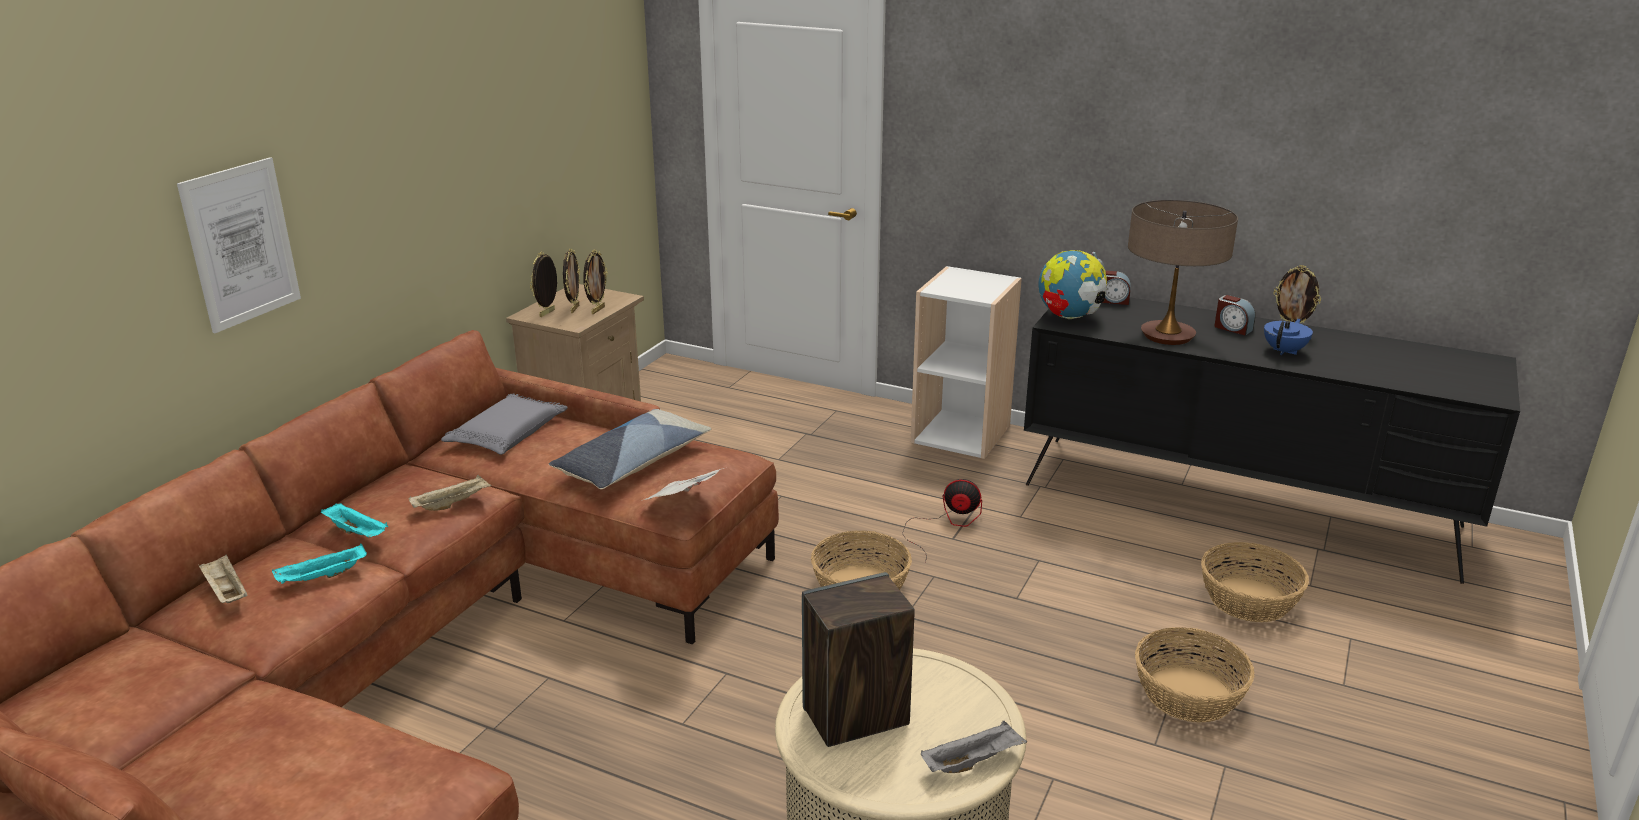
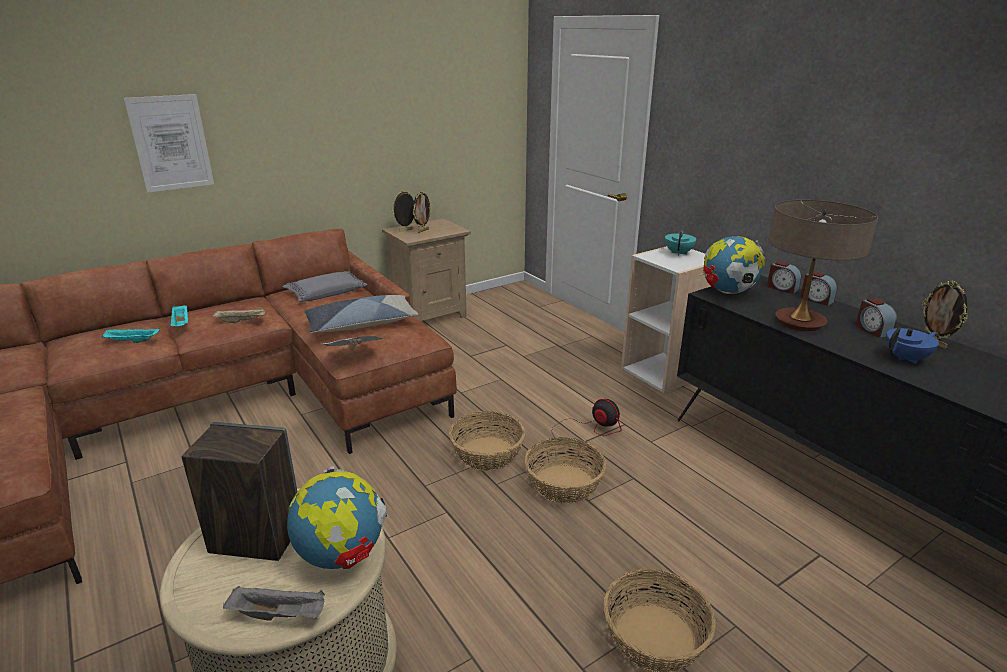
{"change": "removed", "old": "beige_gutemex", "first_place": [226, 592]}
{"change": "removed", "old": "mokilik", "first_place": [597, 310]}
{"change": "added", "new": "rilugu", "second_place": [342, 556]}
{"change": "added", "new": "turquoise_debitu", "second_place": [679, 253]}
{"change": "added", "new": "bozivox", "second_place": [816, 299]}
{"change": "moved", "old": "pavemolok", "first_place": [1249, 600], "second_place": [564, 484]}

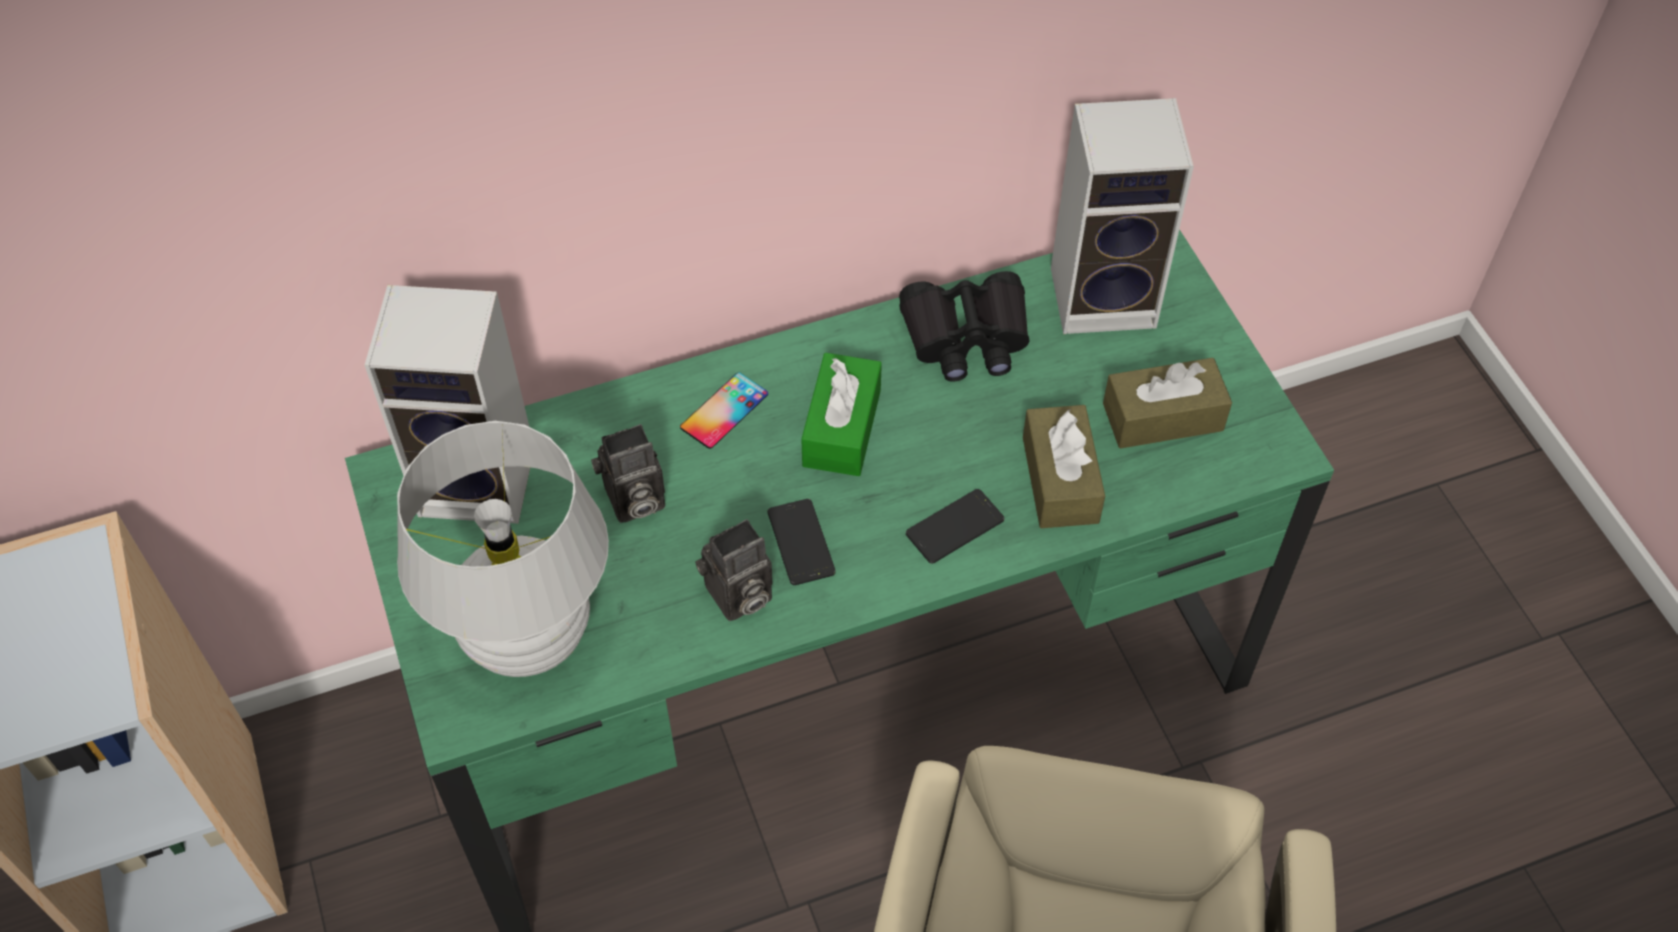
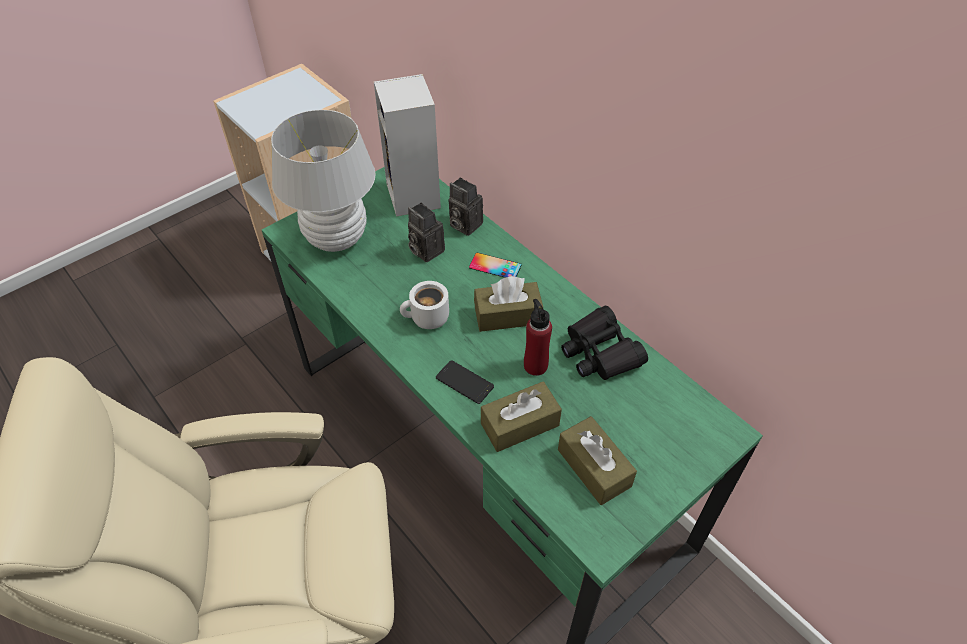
{"change": "removed", "old": "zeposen", "first_place": [1107, 295]}
{"change": "added", "new": "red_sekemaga", "second_place": [535, 365]}
{"change": "moved", "old": "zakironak", "first_place": [737, 598], "second_place": [463, 225]}
{"change": "replaced", "old": "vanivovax", "new": "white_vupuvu", "first_place": [801, 542], "second_place": [427, 319]}
{"change": "recoloured", "old": "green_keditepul", "new": "brown_keditepul", "first_place": [842, 428], "second_place": [507, 315]}

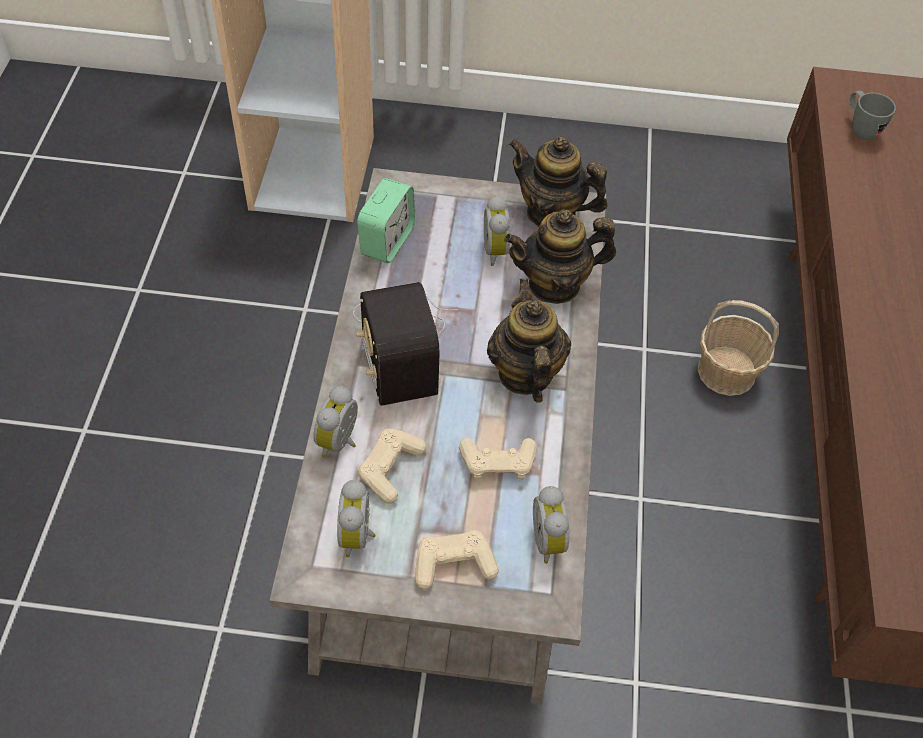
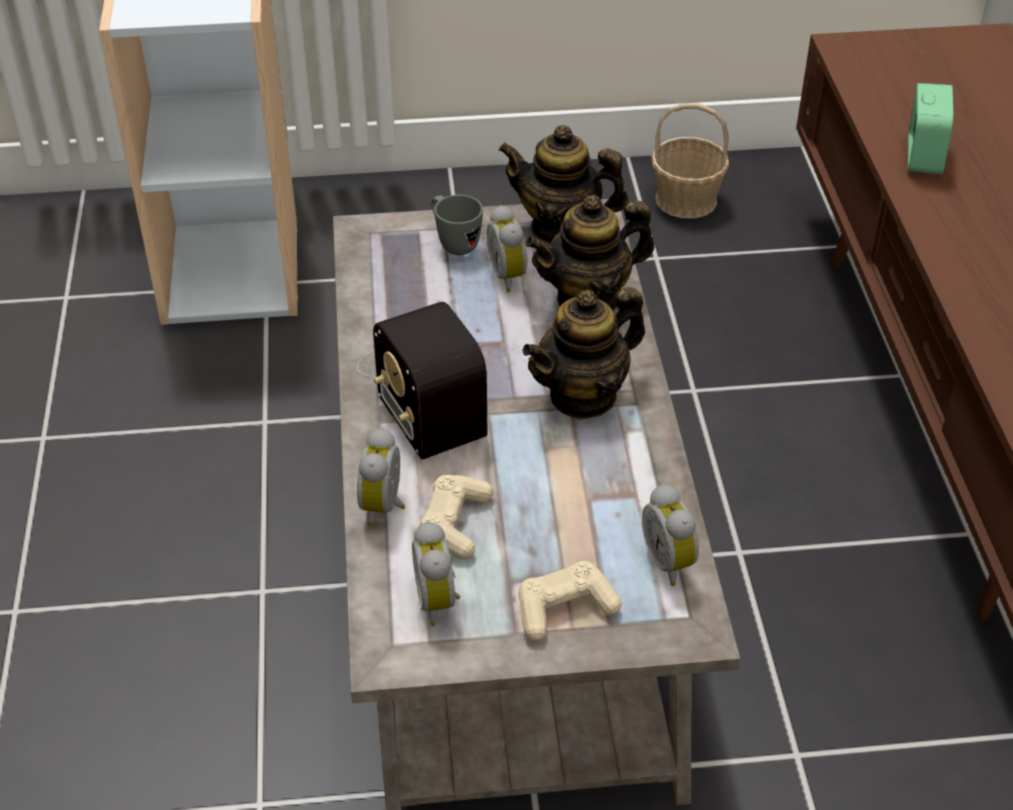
{"change": "removed", "old": "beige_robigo", "first_place": [497, 463]}
{"change": "moved", "old": "bozivox", "first_place": [387, 241], "second_place": [923, 157]}
{"change": "moved", "old": "pavemolok", "first_place": [726, 372], "second_place": [686, 200]}
{"change": "moved", "old": "grey_vupuvu", "first_place": [859, 129], "second_place": [454, 243]}
{"change": "turned", "old": "debitu", "first_place": [524, 373], "second_place": [583, 395], "degrees": -105}

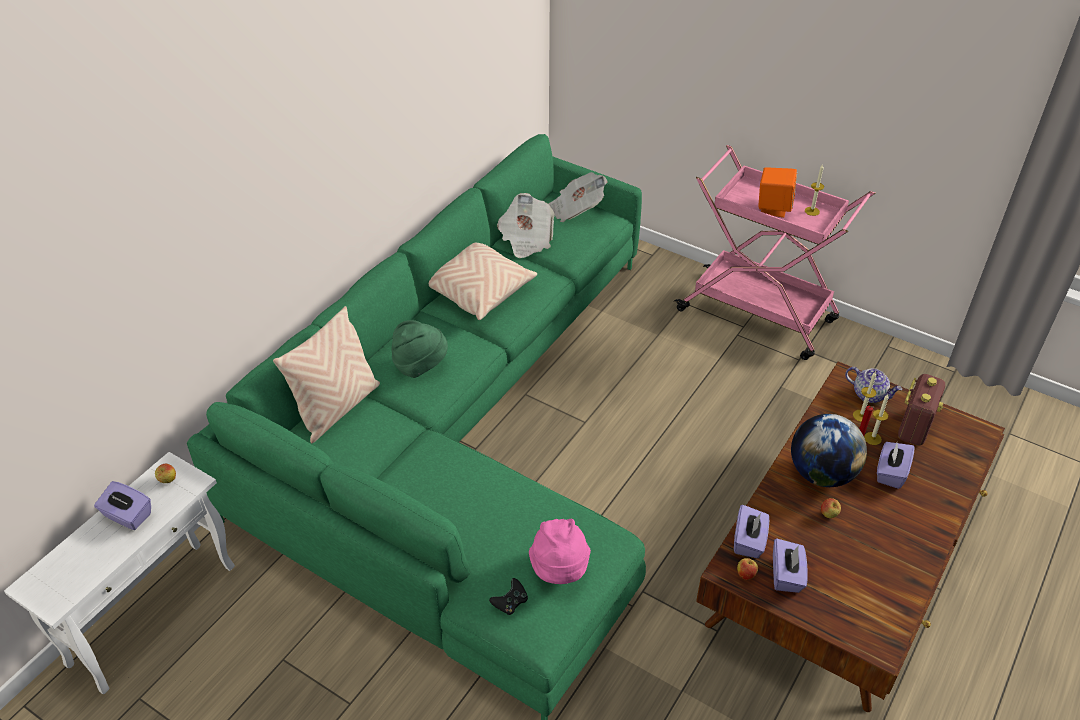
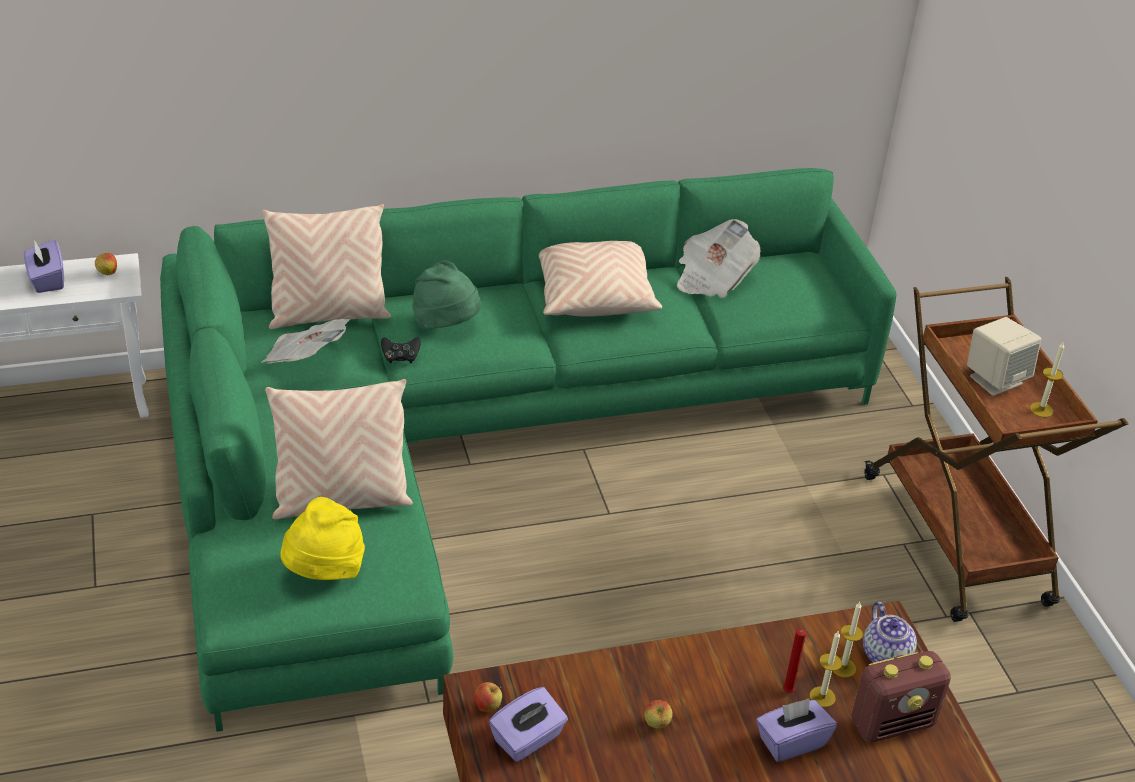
{"change": "removed", "old": "purple_keditepul", "first_place": [749, 541]}
{"change": "removed", "old": "rilugu", "first_place": [821, 473]}
{"change": "added", "new": "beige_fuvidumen", "second_place": [341, 500]}
{"change": "moved", "old": "black_robigo", "first_place": [510, 603], "second_place": [400, 357]}
{"change": "moved", "old": "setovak", "first_place": [575, 210], "second_place": [306, 360]}
{"change": "recoloured", "old": "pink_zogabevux", "new": "yellow_zogabevux", "first_place": [559, 570], "second_place": [324, 571]}
{"change": "recoloured", "old": "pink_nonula", "new": "brown_nonula", "first_place": [757, 316], "second_place": [956, 541]}
{"change": "recoloured", "old": "orange_zeposen", "new": "beige_zeposen", "first_place": [773, 208], "second_place": [995, 379]}

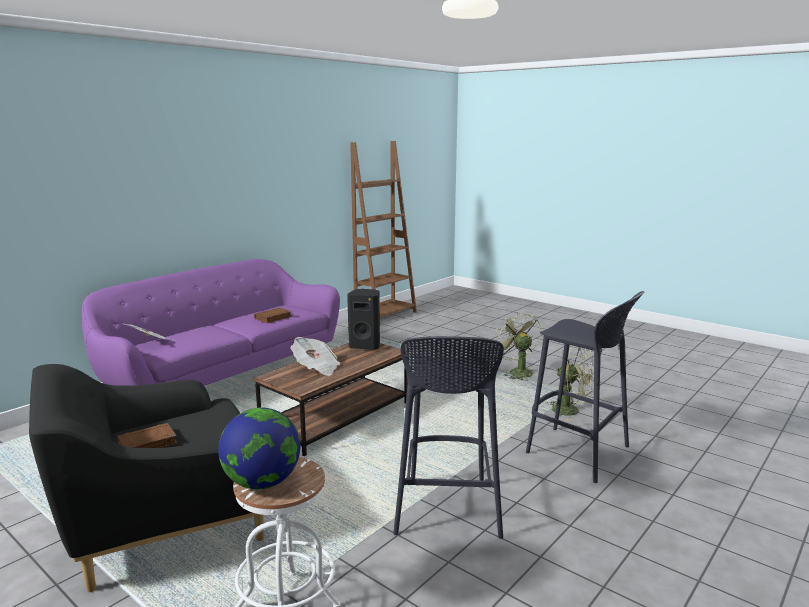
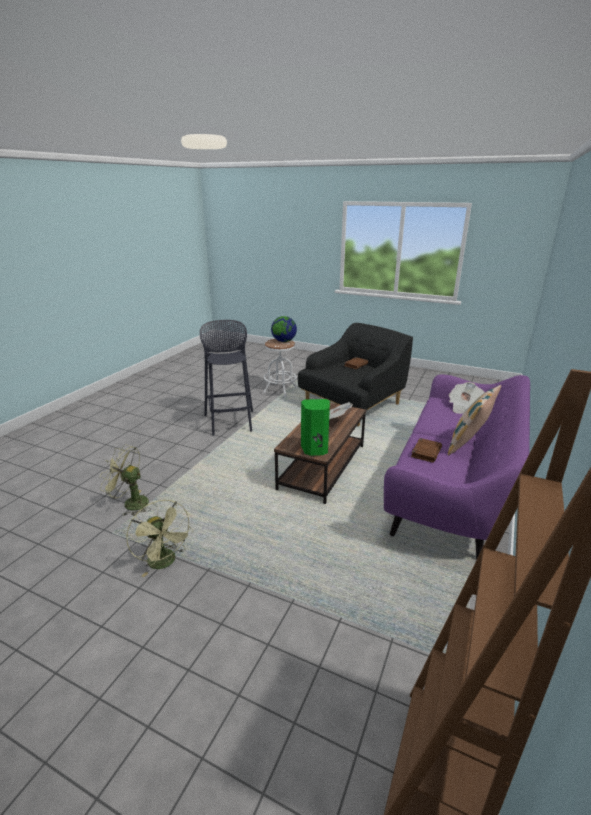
{"change": "removed", "old": "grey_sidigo", "first_place": [578, 453]}
{"change": "added", "new": "fuvidumen", "second_place": [468, 446]}
{"change": "recoloured", "old": "black_zeposen", "new": "green_zeposen", "first_place": [365, 346], "second_place": [315, 450]}

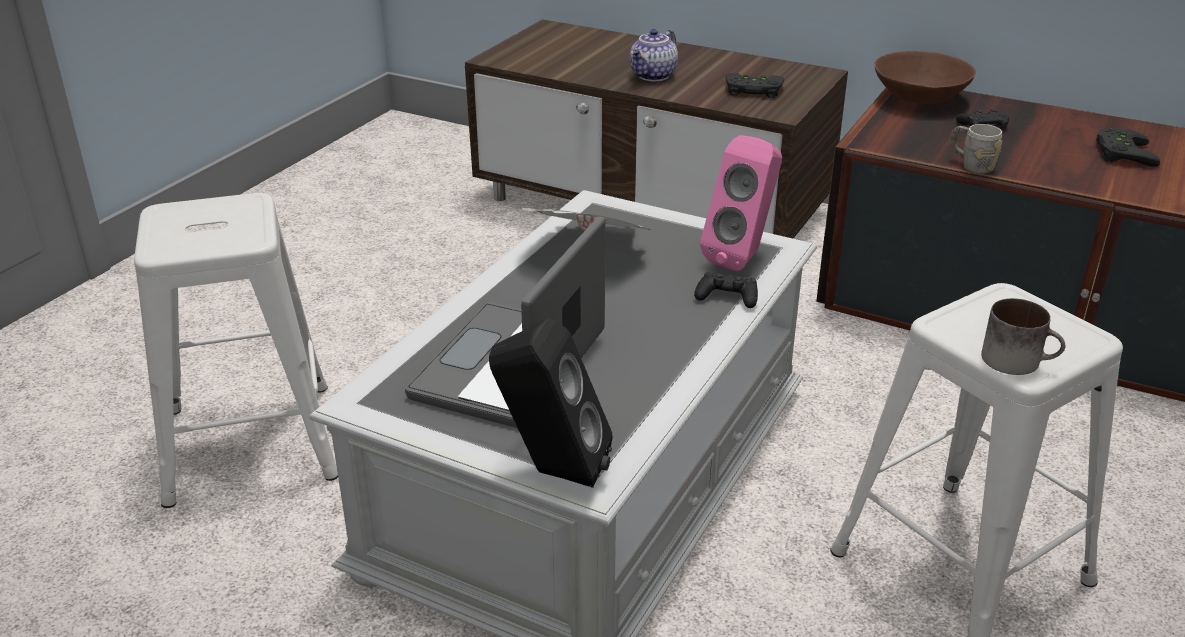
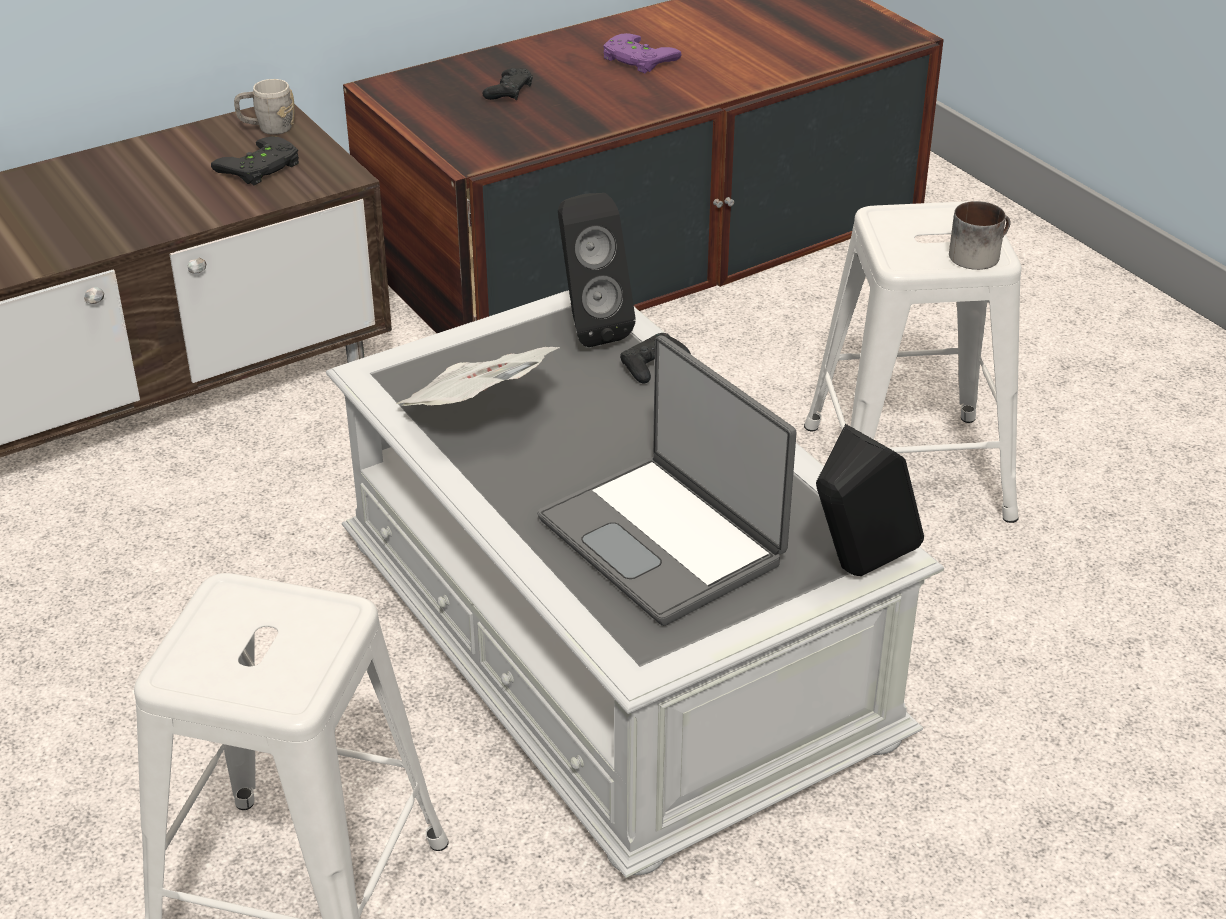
{"change": "removed", "old": "debitu", "first_place": [654, 76]}
{"change": "removed", "old": "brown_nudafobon", "first_place": [920, 98]}
{"change": "moved", "old": "grey_vupuvu", "first_place": [971, 165], "second_place": [267, 128]}
{"change": "recoloured", "old": "pink_zeposen", "new": "black_zeposen", "first_place": [743, 257], "second_place": [589, 327]}
{"change": "recoloured", "old": "black_robigo", "new": "purple_robigo", "first_place": [1119, 152], "second_place": [636, 59]}

